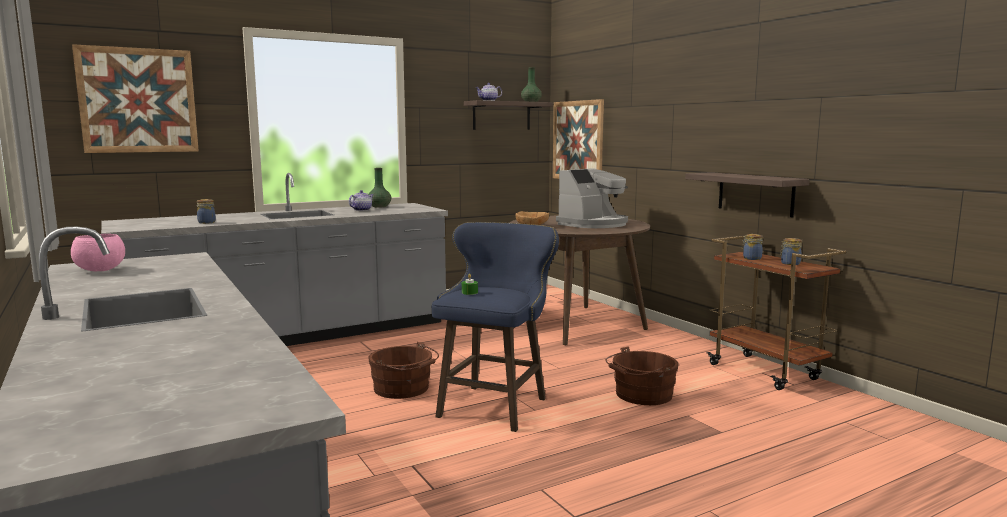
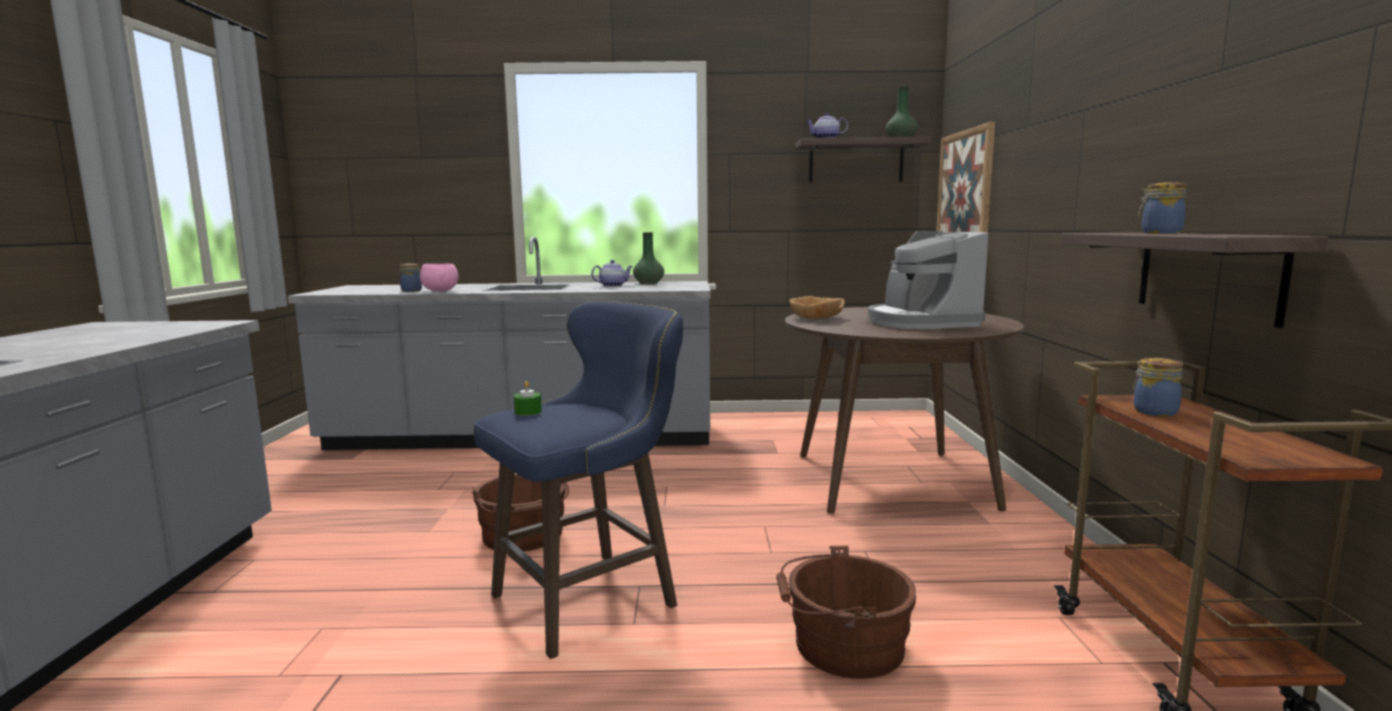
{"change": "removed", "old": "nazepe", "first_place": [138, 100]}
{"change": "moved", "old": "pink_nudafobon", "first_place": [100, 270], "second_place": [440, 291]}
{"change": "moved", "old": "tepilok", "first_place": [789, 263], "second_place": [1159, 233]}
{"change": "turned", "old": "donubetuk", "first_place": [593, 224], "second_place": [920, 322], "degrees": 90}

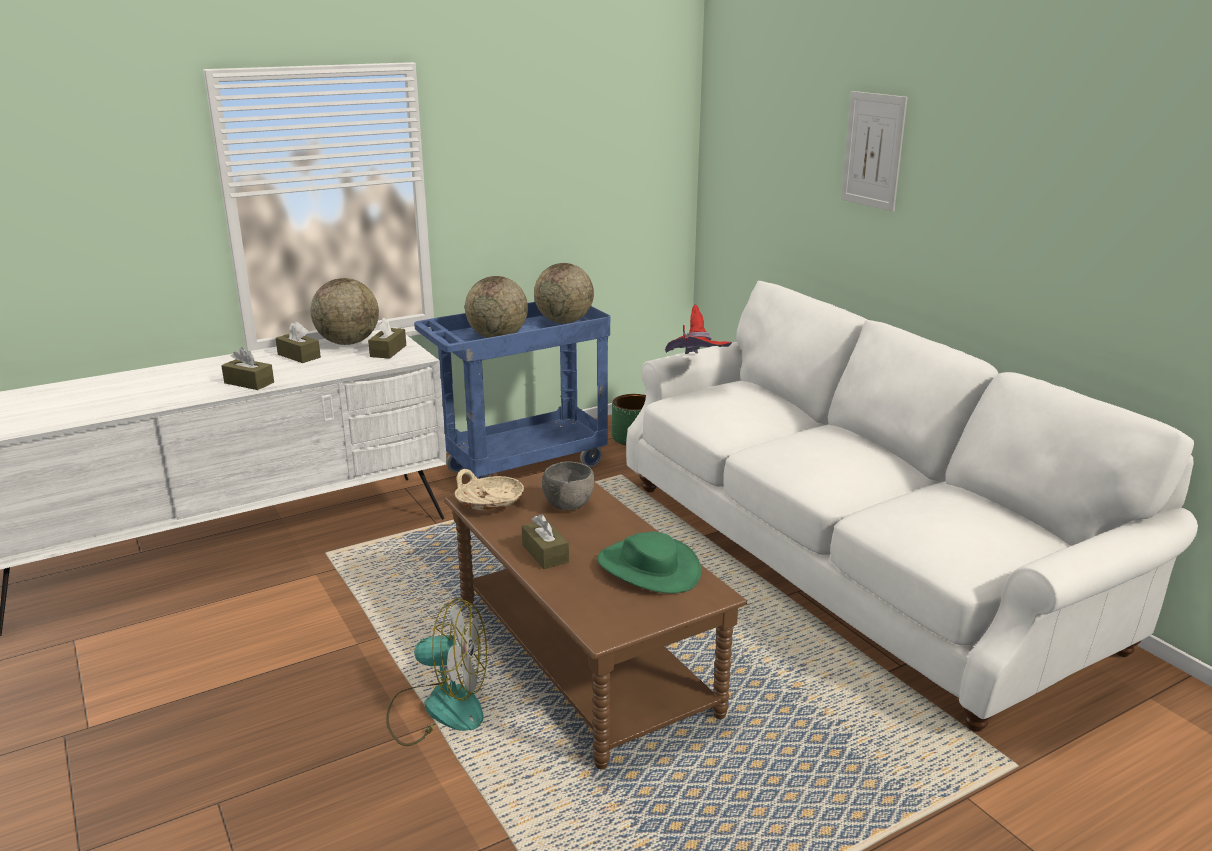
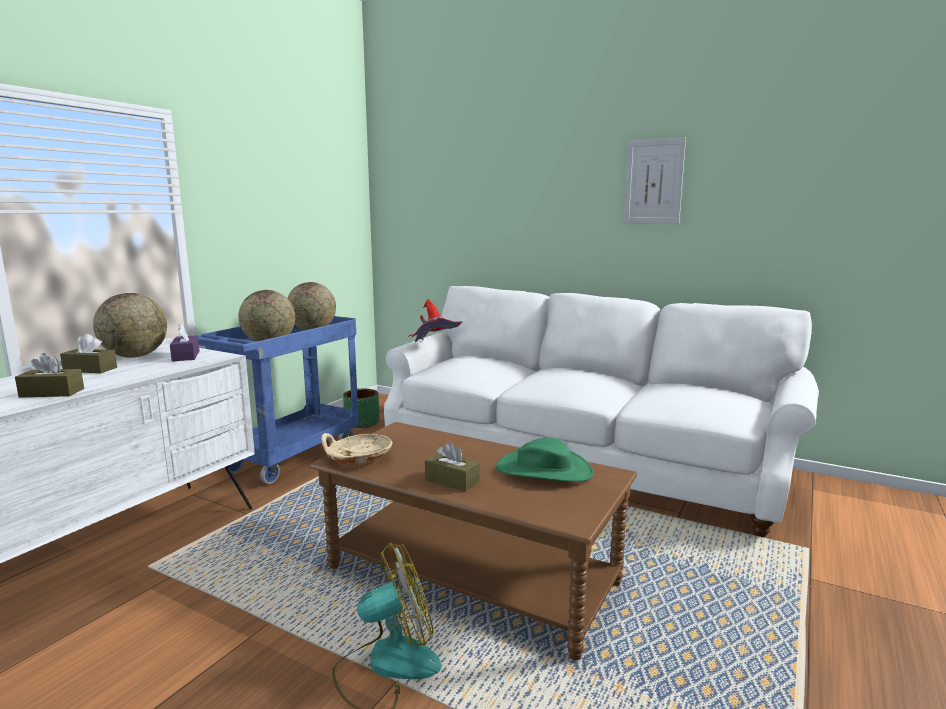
{"change": "removed", "old": "grey_nudafobon", "first_place": [569, 506]}
{"change": "moved", "old": "nazepe", "first_place": [873, 150], "second_place": [653, 182]}
{"change": "recoloured", "old": "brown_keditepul", "new": "purple_keditepul", "first_place": [388, 351], "second_place": [186, 356]}

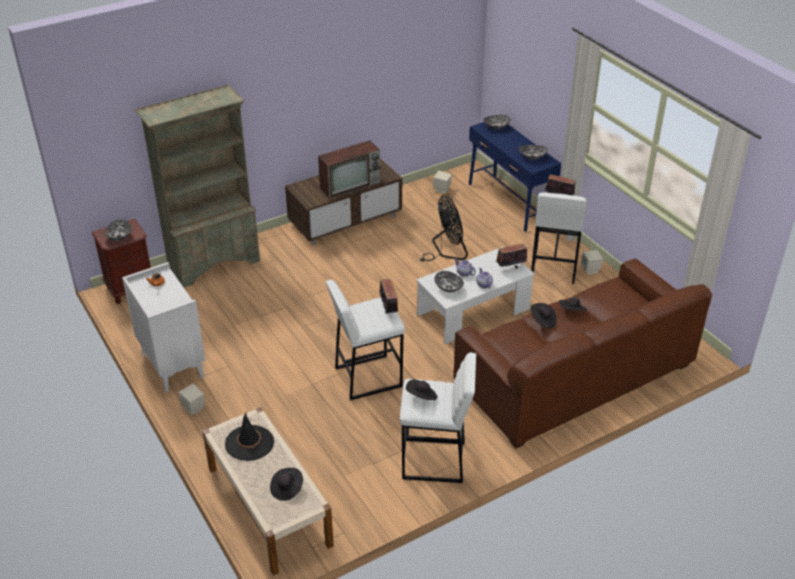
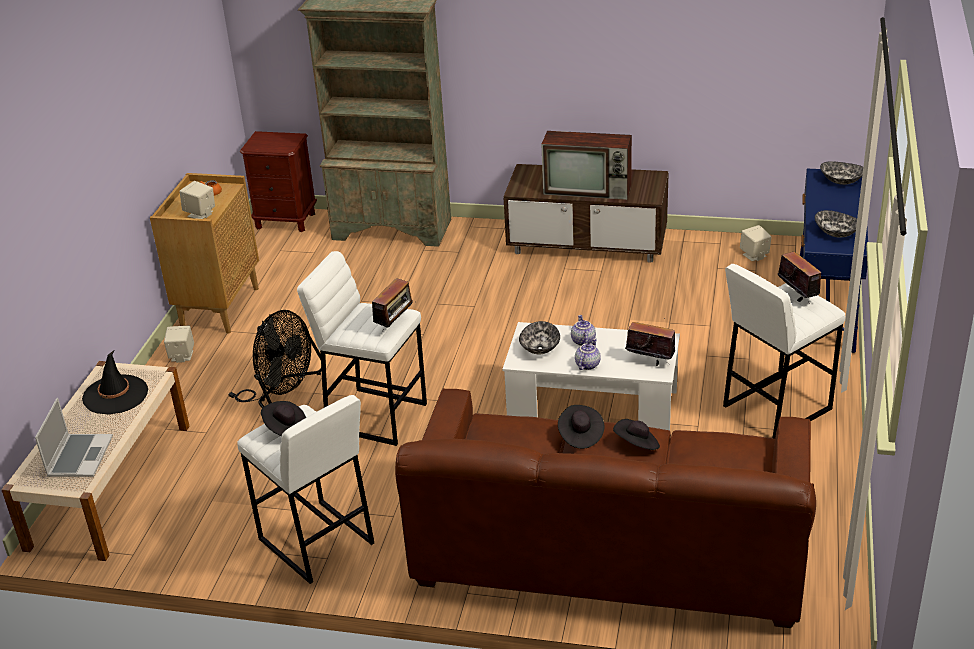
{"change": "removed", "old": "nudafobon", "first_place": [119, 237]}
{"change": "moved", "old": "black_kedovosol", "first_place": [444, 248], "second_place": [280, 395]}
{"change": "moved", "old": "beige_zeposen", "first_place": [590, 270], "second_place": [200, 214]}
{"change": "replaced", "old": "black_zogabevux", "new": "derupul", "first_place": [287, 489], "second_place": [79, 456]}
{"change": "recoloured", "old": "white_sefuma", "new": "brown_sefuma", "first_place": [172, 365], "second_place": [220, 308]}

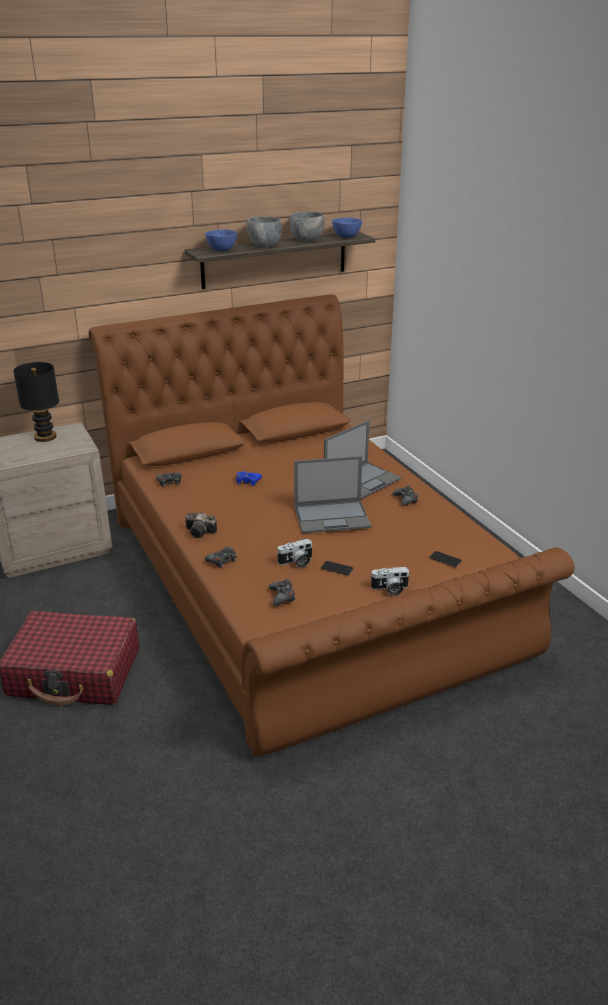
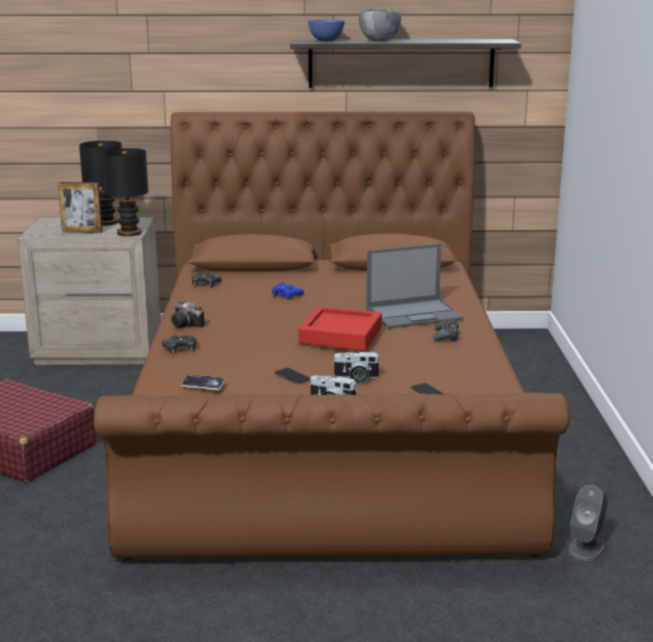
{"change": "removed", "old": "grey_nudafobon", "first_place": [307, 240]}
{"change": "removed", "old": "blue_nudafobon", "first_place": [346, 237]}
{"change": "added", "new": "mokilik", "second_place": [82, 232]}
{"change": "added", "new": "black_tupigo", "second_place": [130, 233]}
{"change": "added", "new": "grey_zeposen", "second_place": [587, 548]}
{"change": "moved", "old": "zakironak", "first_place": [296, 562], "second_place": [356, 378]}
{"change": "replaced", "old": "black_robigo", "new": "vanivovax", "first_place": [282, 596], "second_place": [203, 385]}
{"change": "replaced", "old": "derupul", "new": "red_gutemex", "first_place": [332, 517], "second_place": [340, 335]}

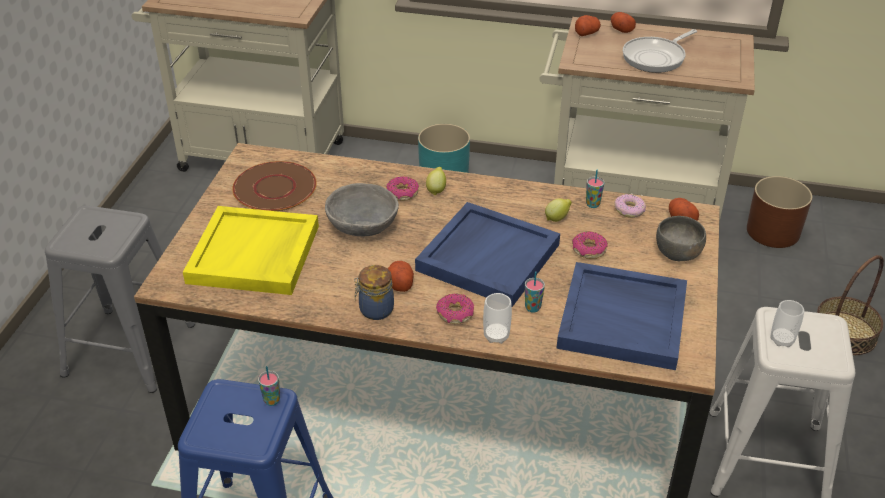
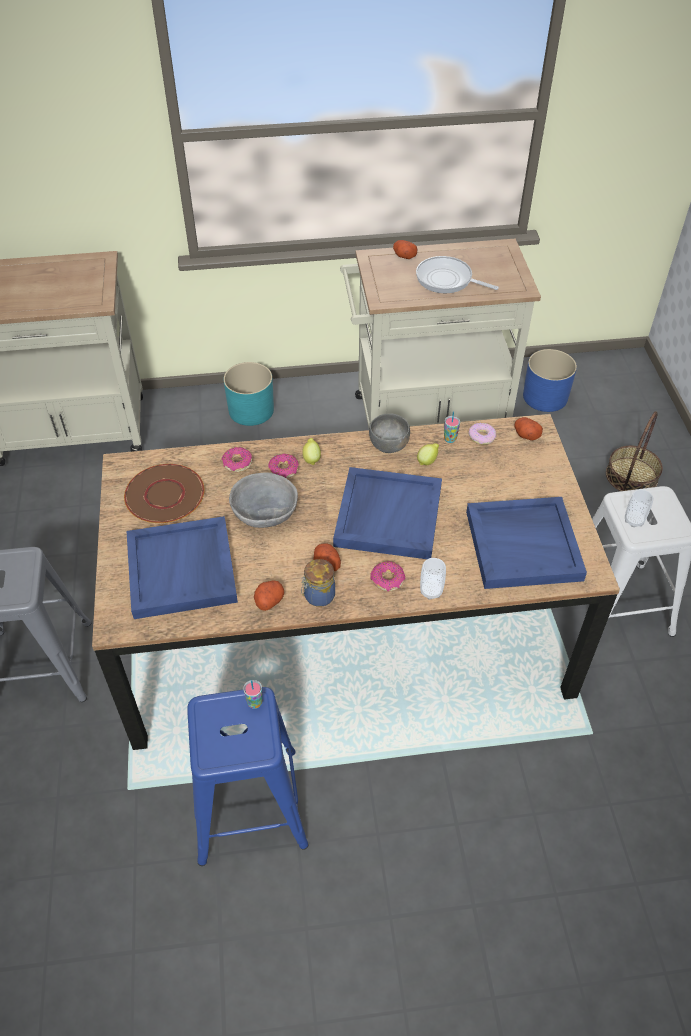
{"change": "removed", "old": "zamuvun", "first_place": [532, 308]}
{"change": "moved", "old": "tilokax", "first_place": [588, 250], "second_place": [237, 463]}
{"change": "moved", "old": "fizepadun", "first_place": [586, 33], "second_place": [269, 600]}
{"change": "moved", "old": "grey_nudafobon", "first_place": [678, 253], "second_place": [389, 445]}
{"change": "recoloured", "old": "yellow_gutemex", "new": "blue_gutemex", "first_place": [254, 255], "second_place": [183, 570]}
{"change": "recoloured", "old": "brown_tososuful", "new": "blue_tososuful", "first_place": [773, 231], "second_place": [545, 396]}
{"change": "turned", "old": "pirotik", "first_place": [656, 57], "second_place": [447, 280], "degrees": 90}

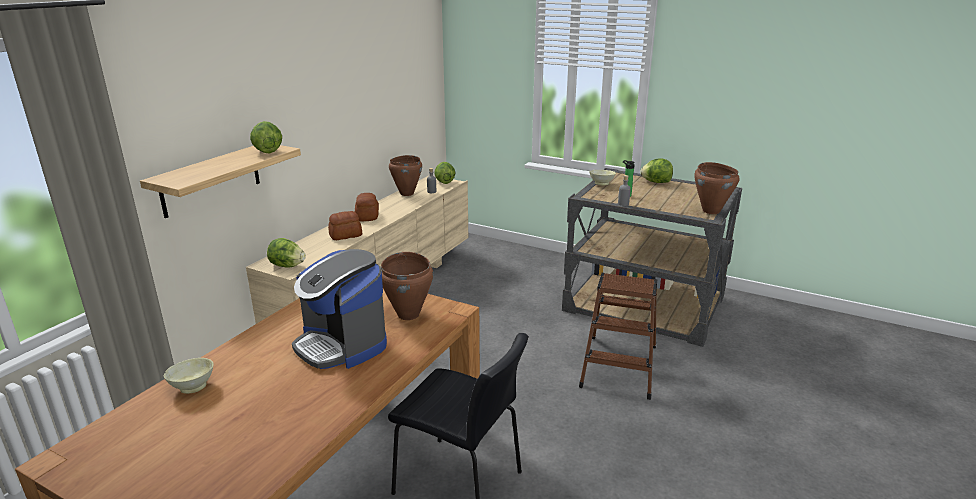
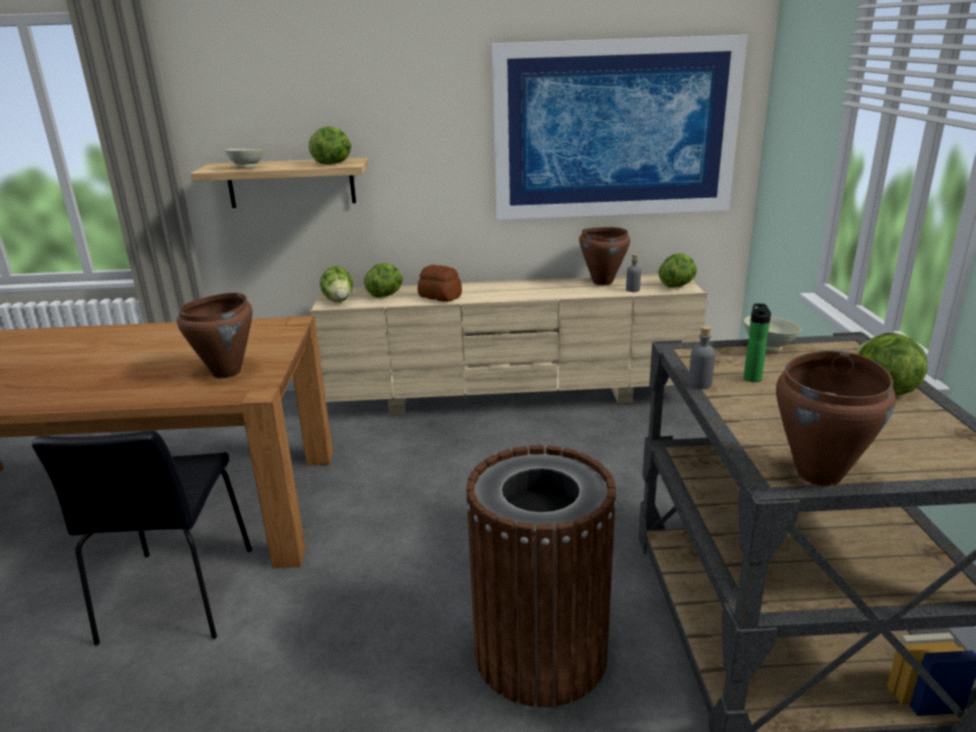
{"change": "removed", "old": "donubetuk", "first_place": [342, 344]}
{"change": "removed", "old": "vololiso", "first_place": [367, 216]}
{"change": "added", "new": "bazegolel", "second_place": [386, 295]}
{"change": "added", "new": "nazepe", "second_place": [614, 130]}
{"change": "moved", "old": "beige_nudafobon", "first_place": [193, 386], "second_place": [248, 167]}
{"change": "replaced", "old": "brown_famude", "new": "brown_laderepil", "first_place": [619, 365], "second_place": [541, 653]}

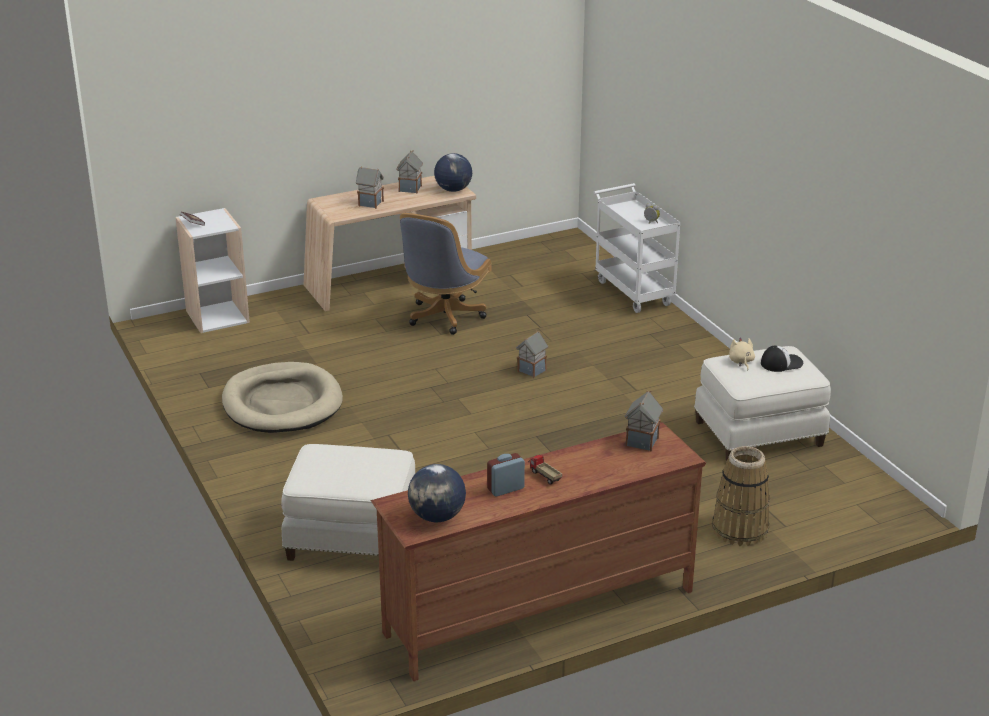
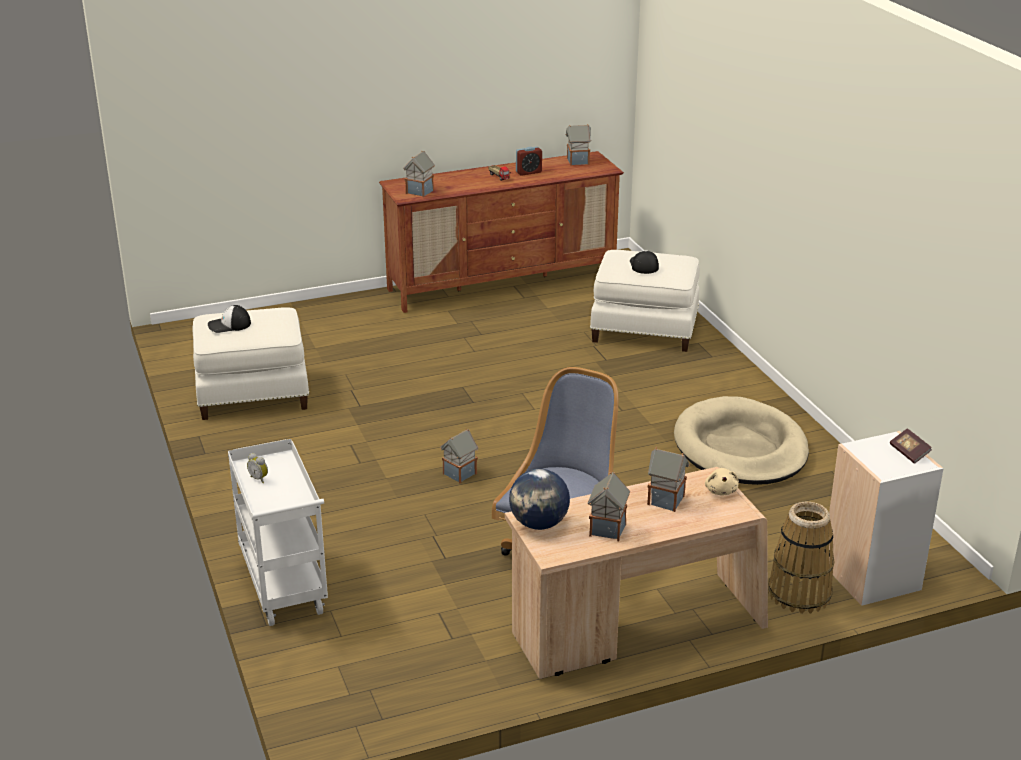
{"change": "added", "new": "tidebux", "second_place": [643, 265]}
{"change": "moved", "old": "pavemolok", "first_place": [740, 529], "second_place": [799, 594]}
{"change": "moved", "old": "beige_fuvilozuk", "first_place": [741, 362], "second_place": [721, 490]}
{"change": "replaced", "old": "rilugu", "new": "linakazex", "first_place": [437, 517], "second_place": [577, 161]}

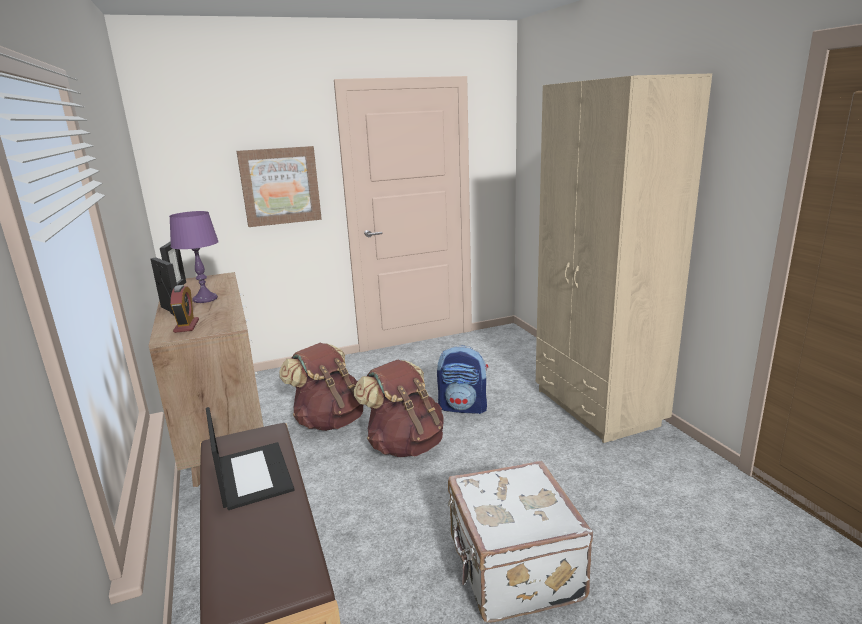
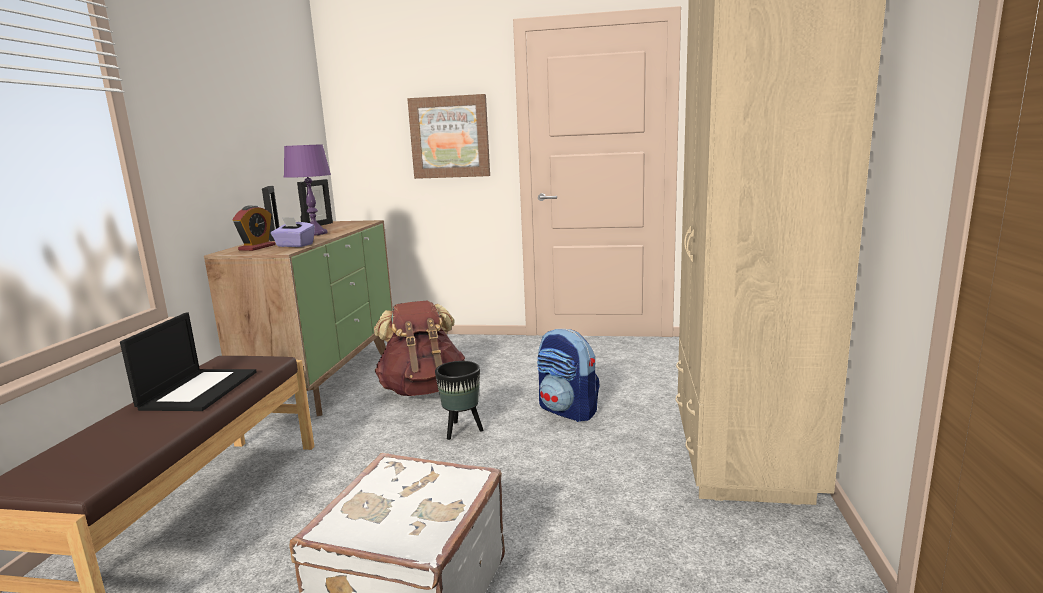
{"change": "added", "new": "purple_keditepul", "second_place": [294, 245]}
{"change": "replaced", "old": "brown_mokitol", "new": "black_tososuful", "first_place": [405, 445], "second_place": [462, 430]}

